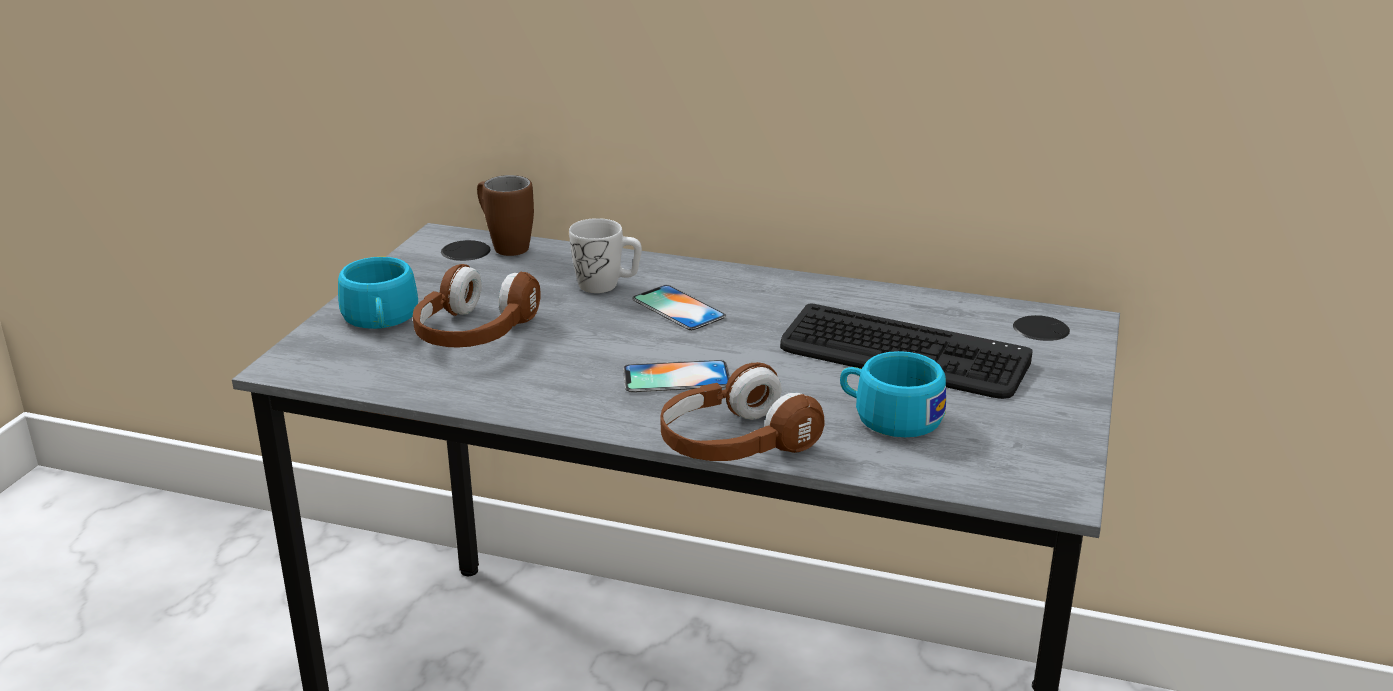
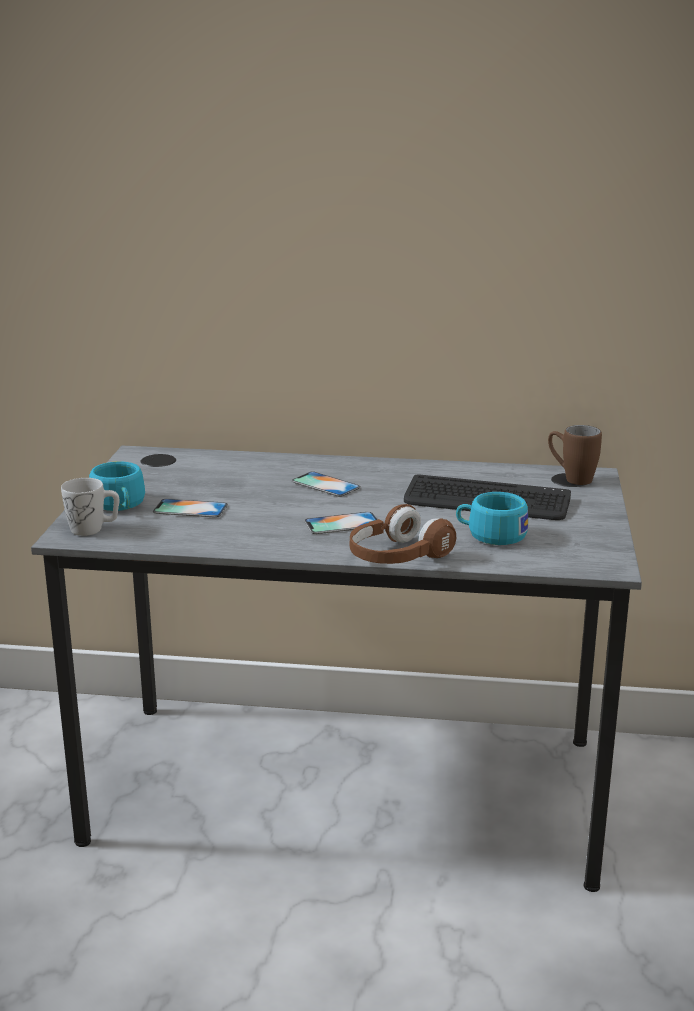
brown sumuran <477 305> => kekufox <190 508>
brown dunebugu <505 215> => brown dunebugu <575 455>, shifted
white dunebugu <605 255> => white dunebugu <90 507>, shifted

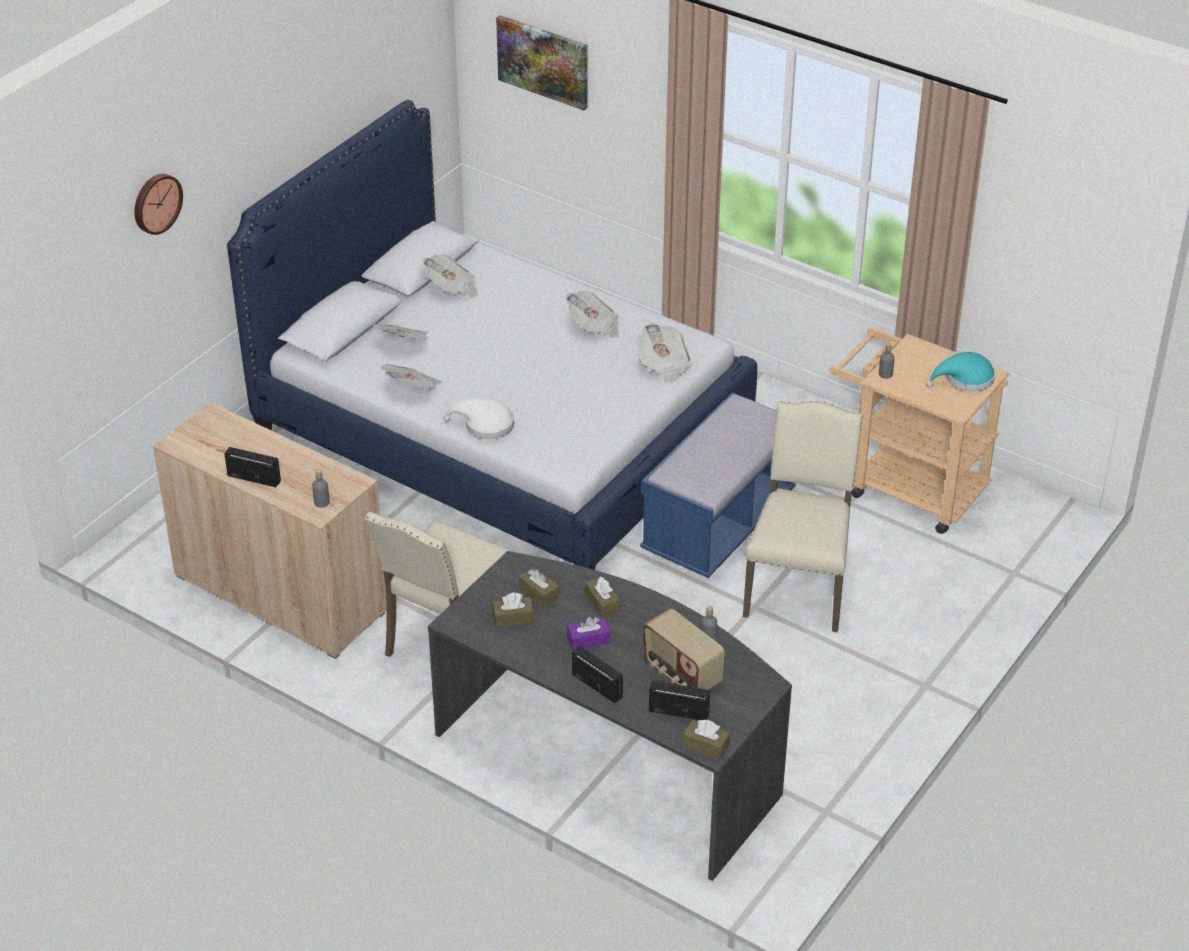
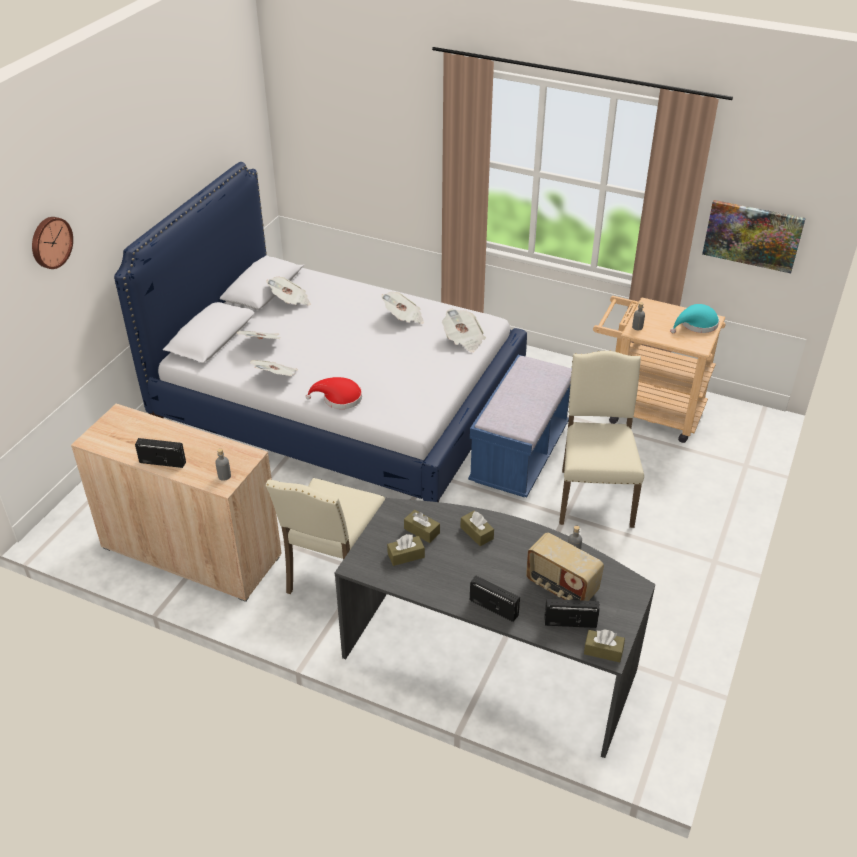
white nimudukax <478 418> => red nimudukax <333 393>
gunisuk <542 62> => gunisuk <754 236>, shifted
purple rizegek <588 634> => nothing

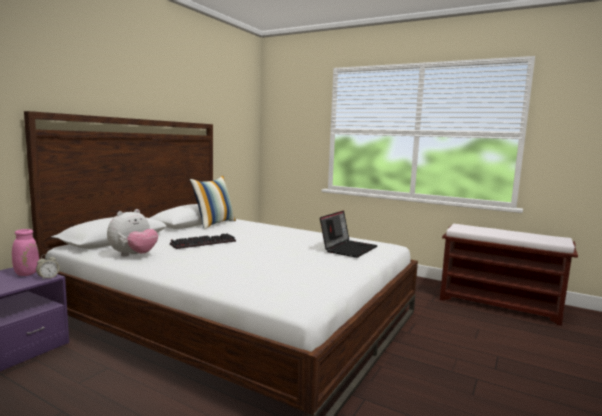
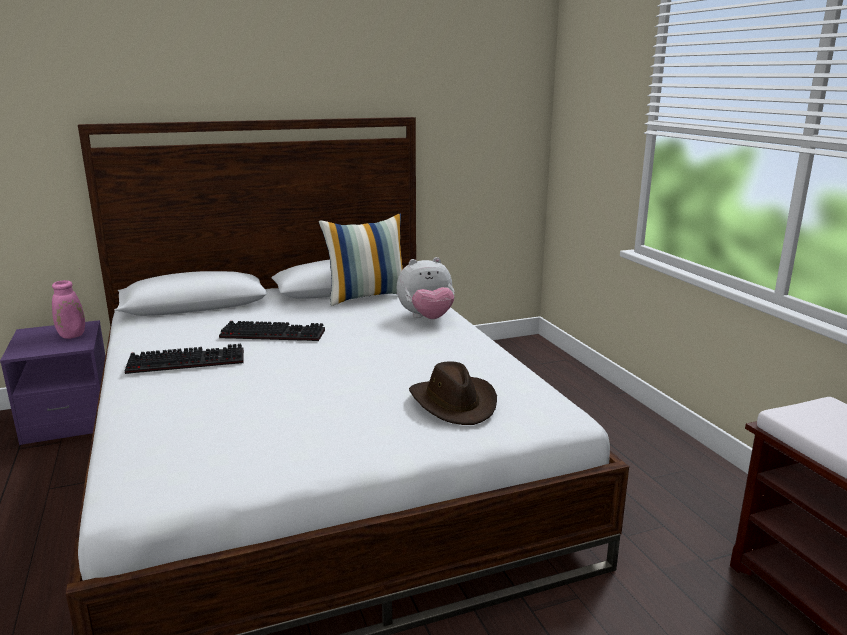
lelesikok <47 266> => nothing
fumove <132 232> => fumove <425 288>, shifted
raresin <349 234> => brown nimudukax <453 393>
nothing => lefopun <184 359>

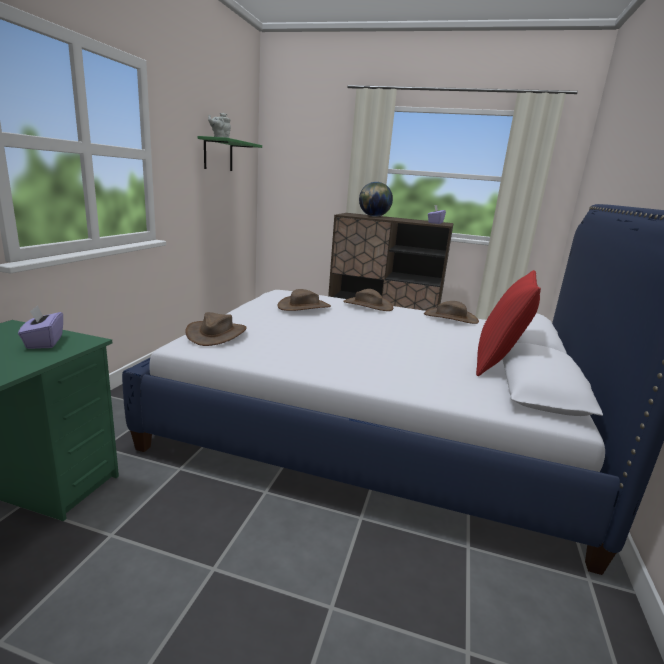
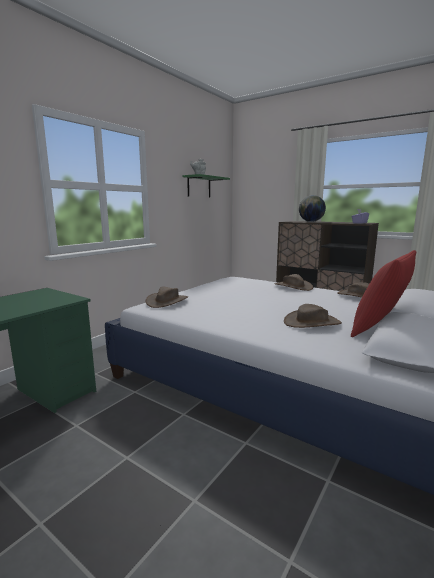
purple rizegek <40 327> => nothing
brown nimudukax <304 300> => brown nimudukax <313 316>, shifted

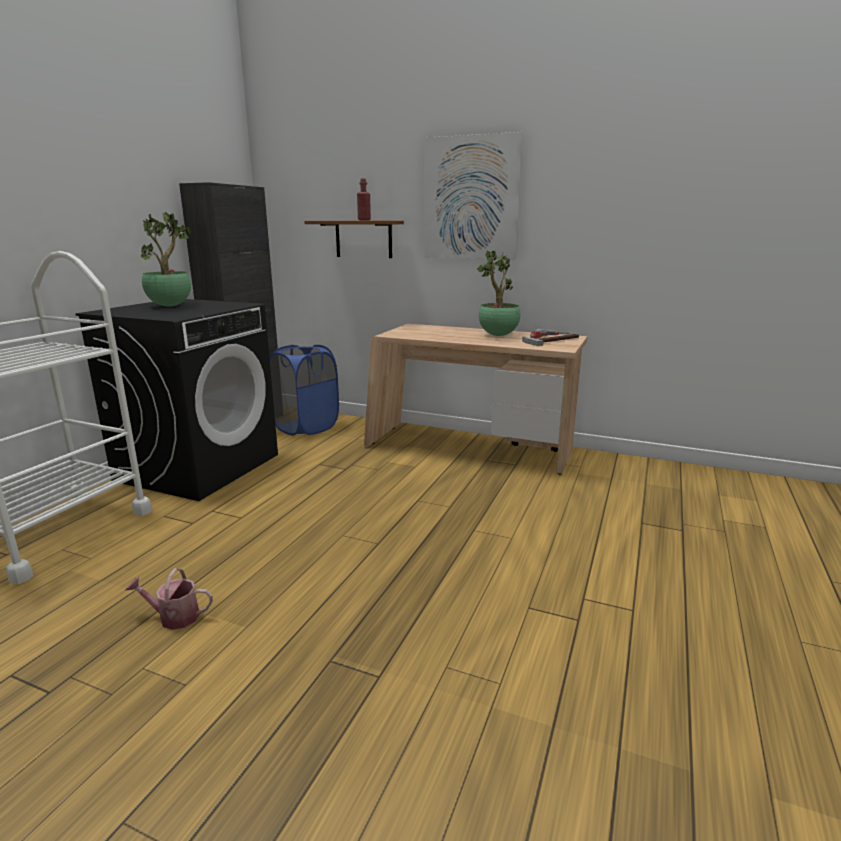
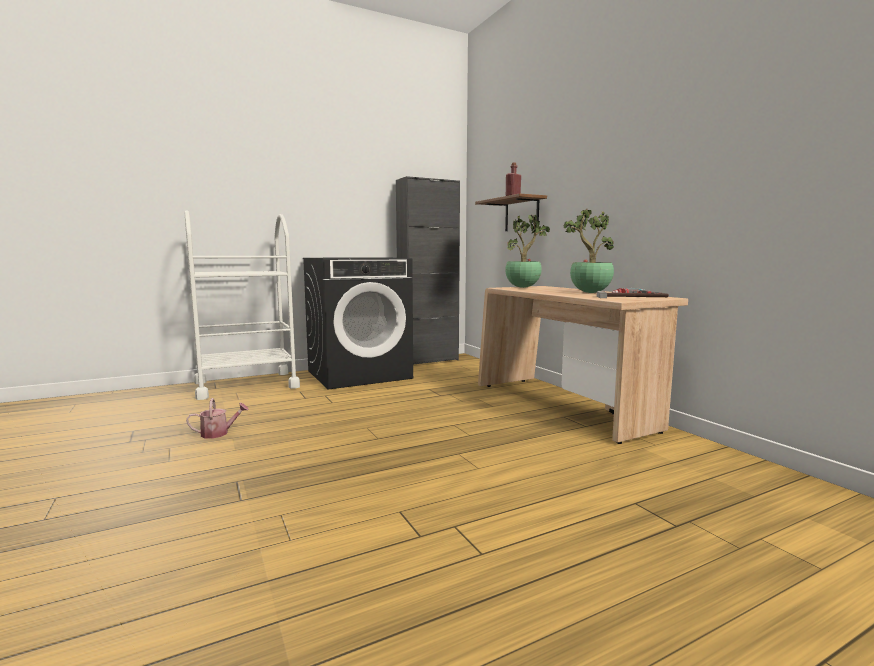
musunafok <169 599> => musunafok <217 418>, 120 degrees clockwise
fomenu <166 259> => fomenu <527 251>, shifted
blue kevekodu <304 390> => nothing
gunisuk <473 195> => nothing

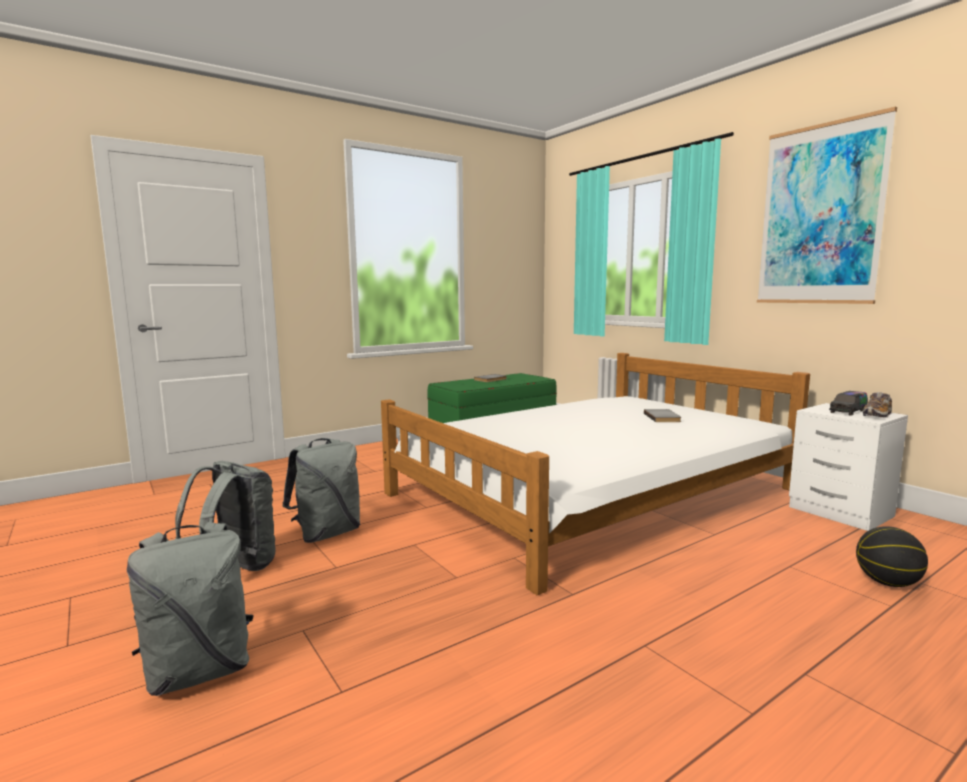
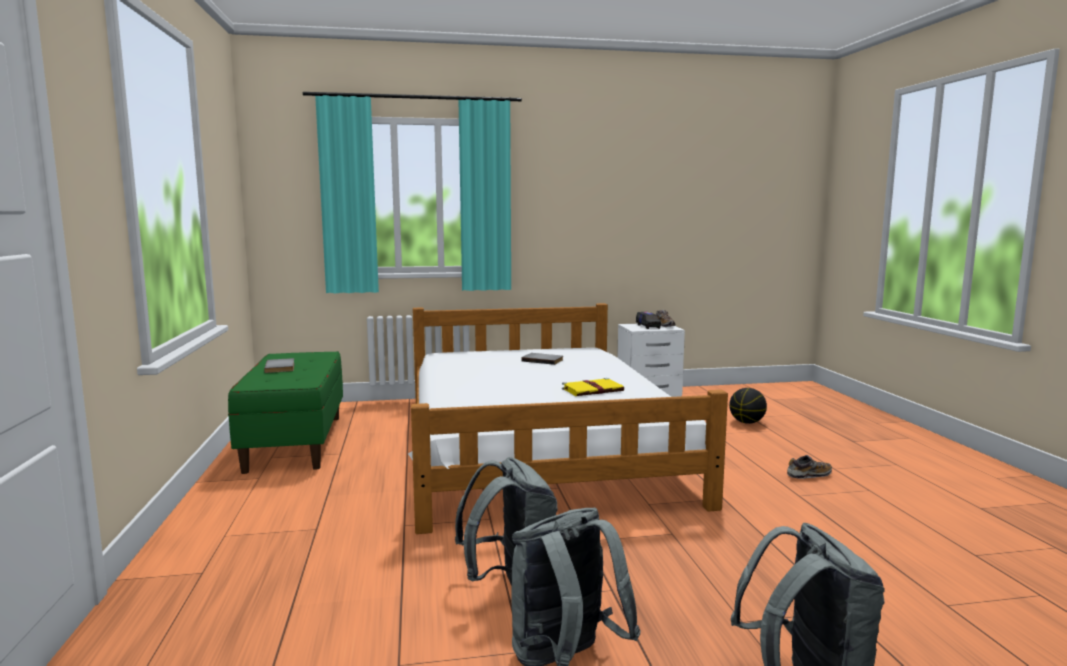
gunisuk <827 205> => nothing
nothing => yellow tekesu <593 387>
nothing => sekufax <809 467>

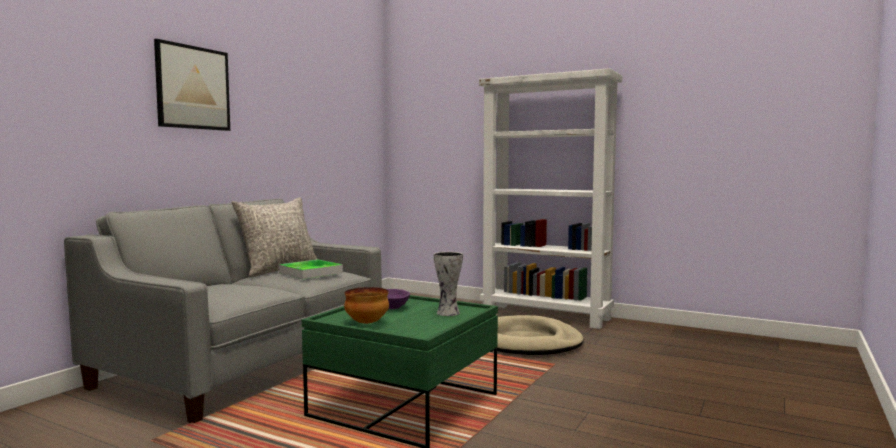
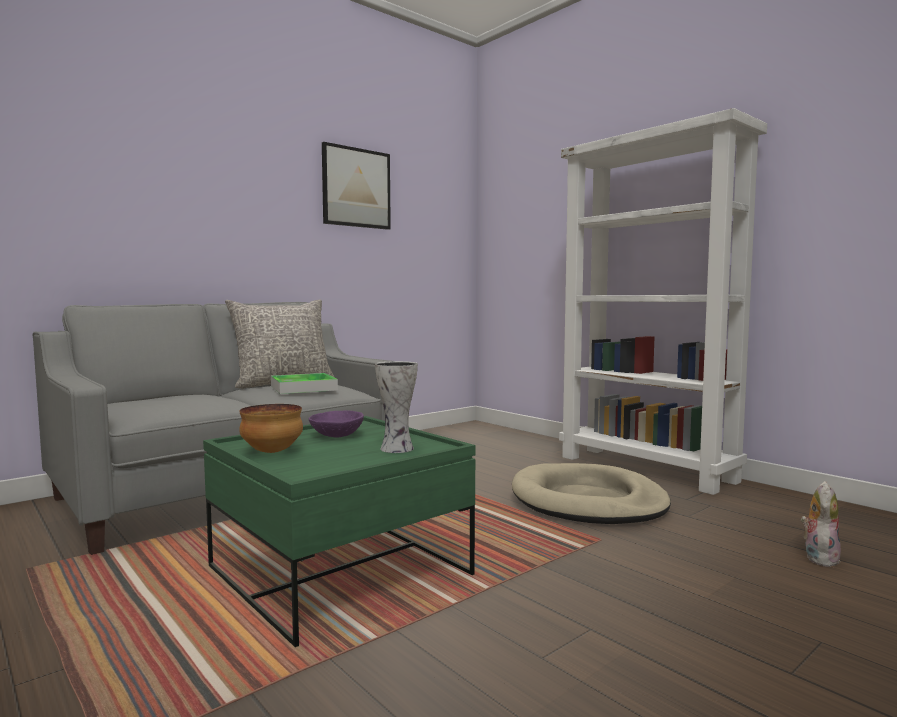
gunisuk <192 85> => gunisuk <356 186>, shifted
nothing => fumove <821 524>

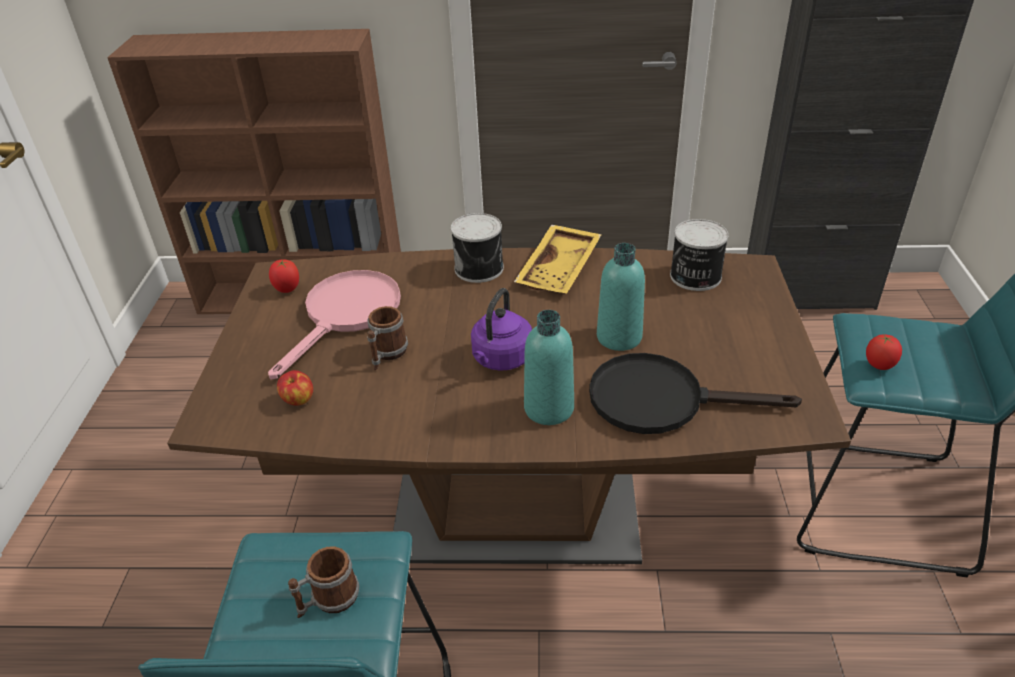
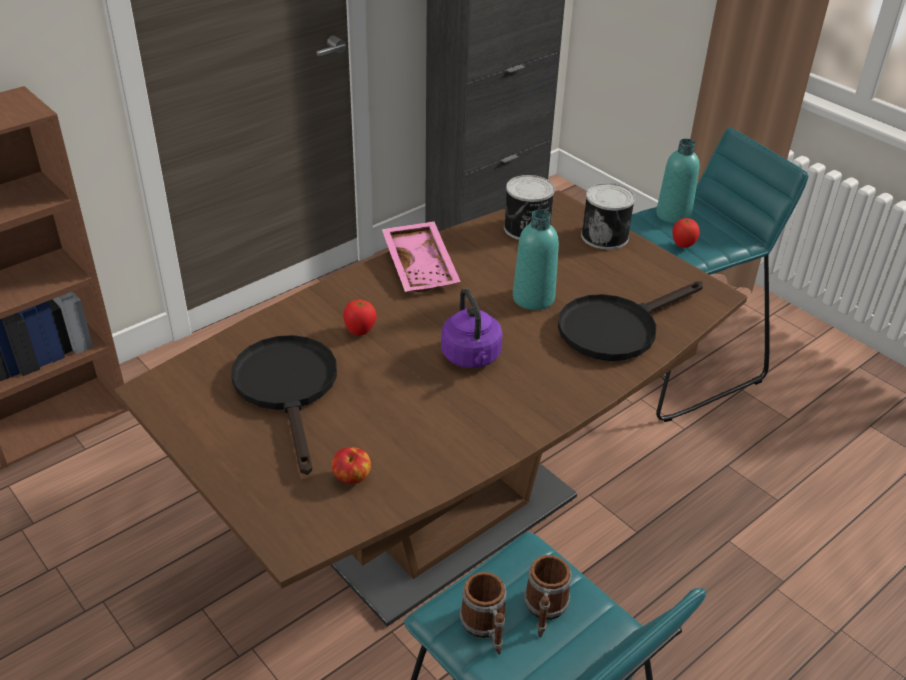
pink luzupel <334 325> => black luzupel <284 405>
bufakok <284 276> => bufakok <360 318>, shifted
dunebugu <387 338> => dunebugu <483 613>, shifted
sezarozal <477 248> => sezarozal <608 216>, shifted
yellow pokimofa <558 259> => pink pokimofa <421 256>
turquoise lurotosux <549 367> => turquoise lurotosux <677 181>, shifted

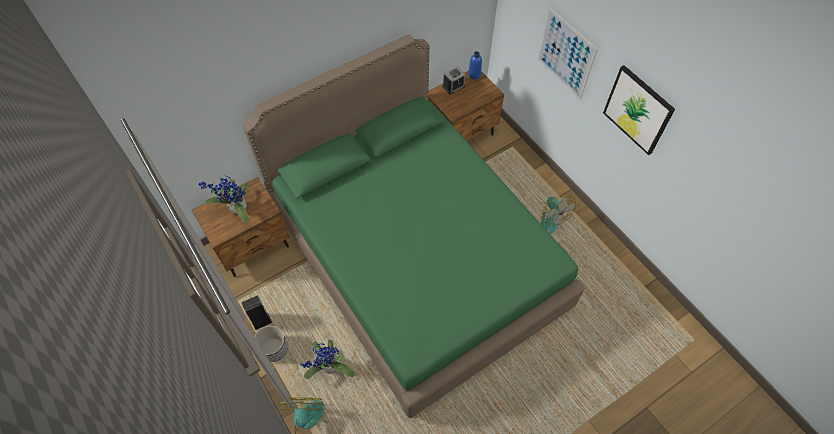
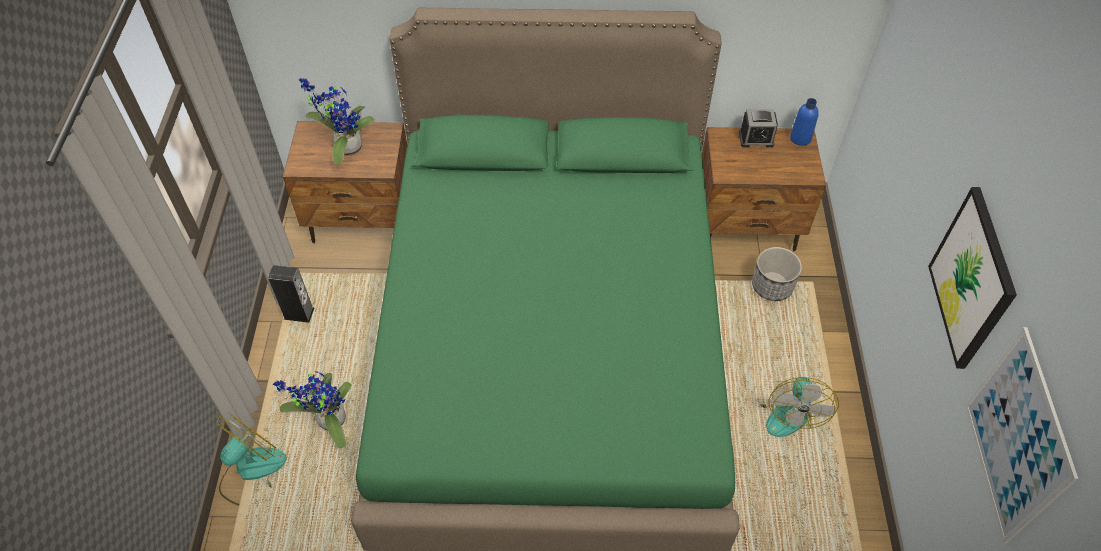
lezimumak <271 343> => lezimumak <777 274>, shifted
gunisuk <567 54> => gunisuk <1021 435>, shifted

